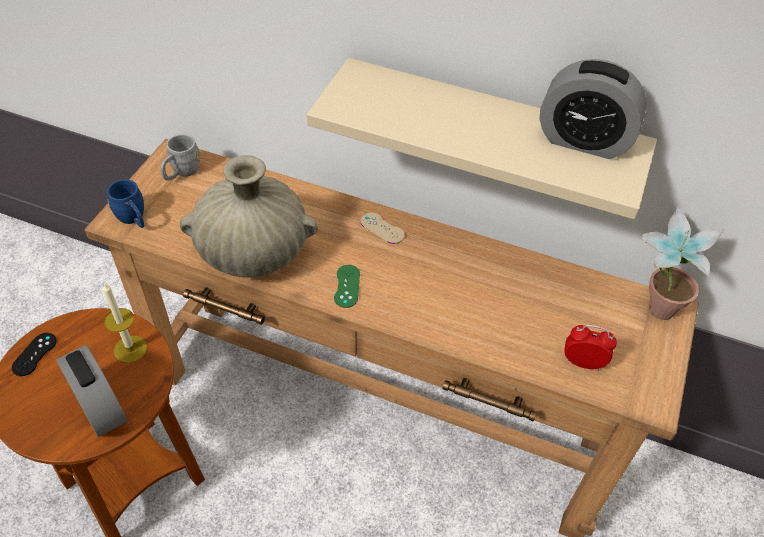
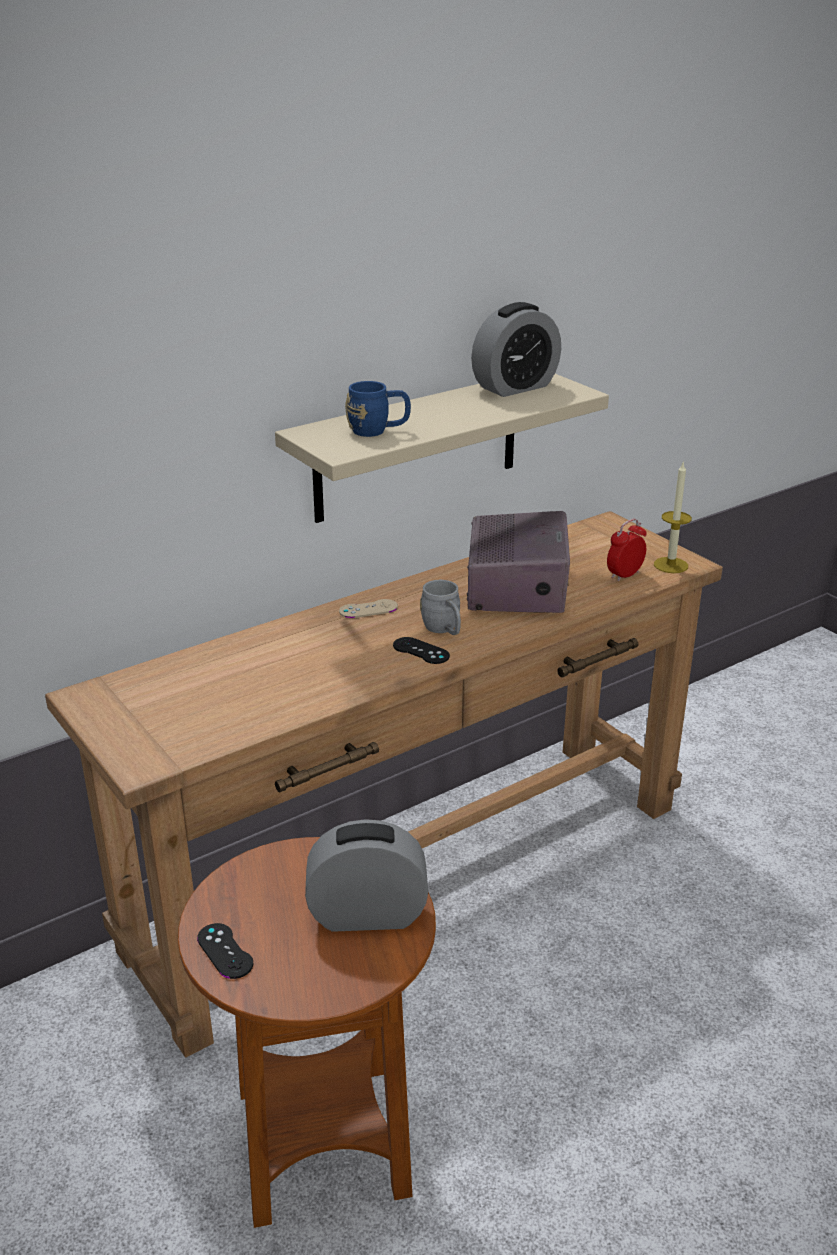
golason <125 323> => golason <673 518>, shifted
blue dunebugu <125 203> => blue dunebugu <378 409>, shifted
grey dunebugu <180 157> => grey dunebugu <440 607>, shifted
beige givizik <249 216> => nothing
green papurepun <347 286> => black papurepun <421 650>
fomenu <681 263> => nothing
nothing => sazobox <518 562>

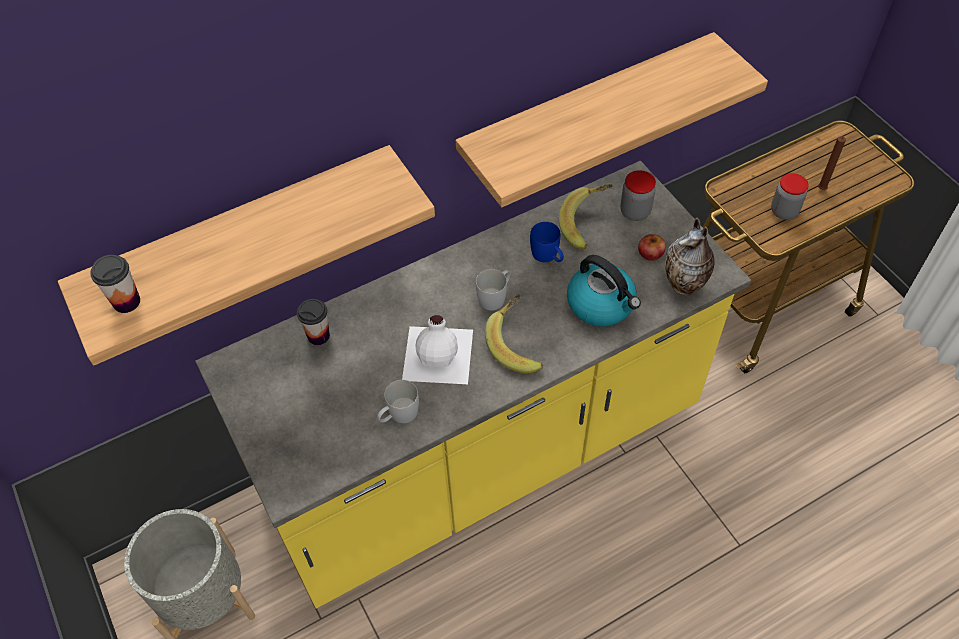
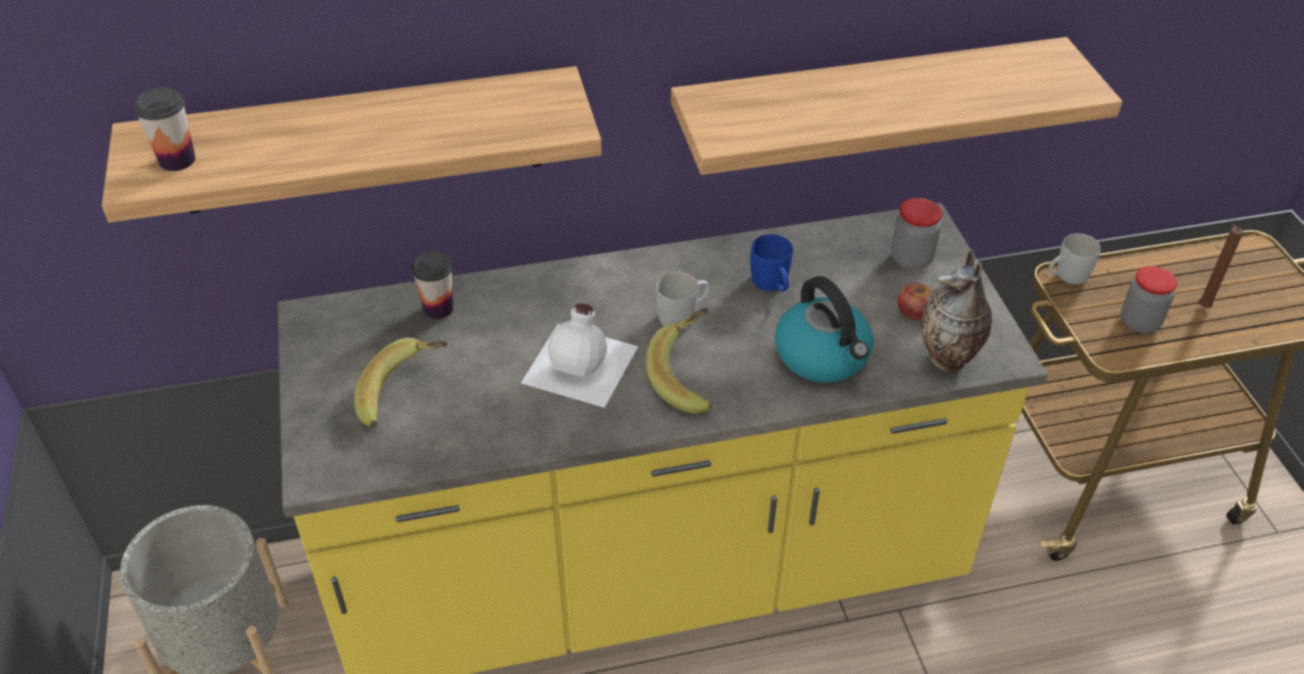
white dunebugu <398 401> => white dunebugu <1075 258>, shifted
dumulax <586 216> => dumulax <401 383>, shifted

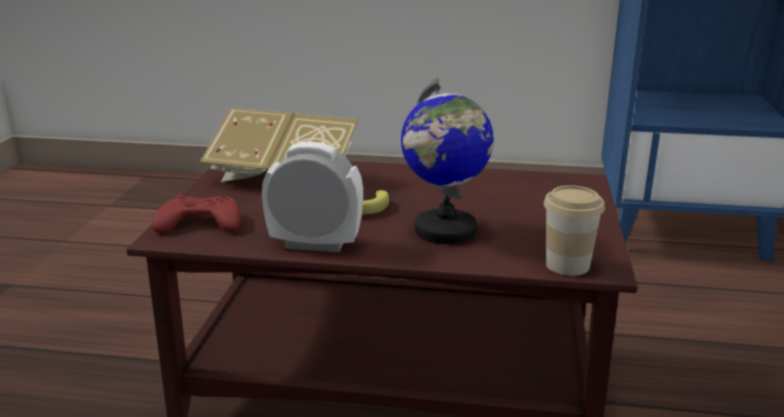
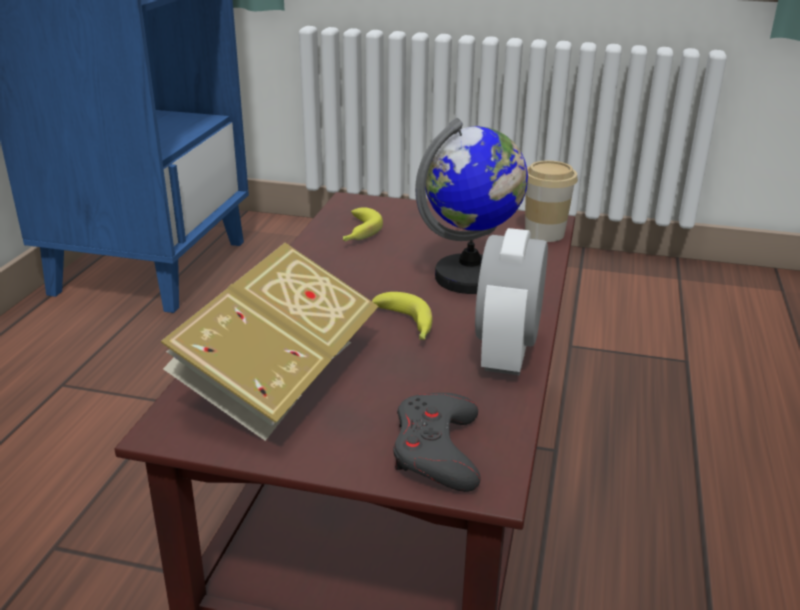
red papurepun <196 213> => grey papurepun <437 442>
nothing => dumulax <363 224>

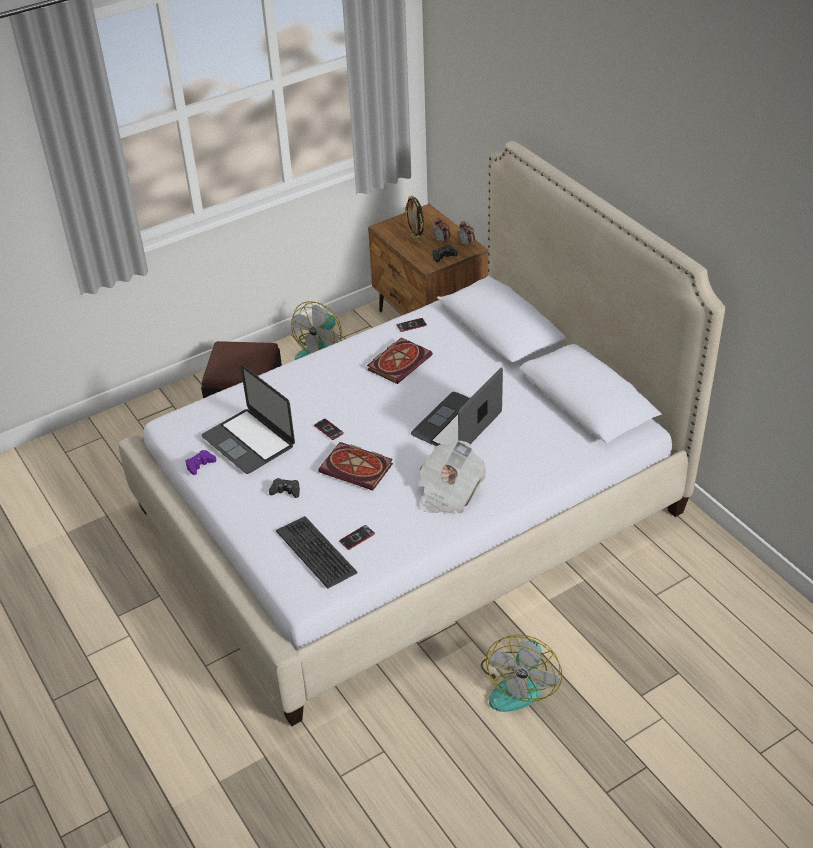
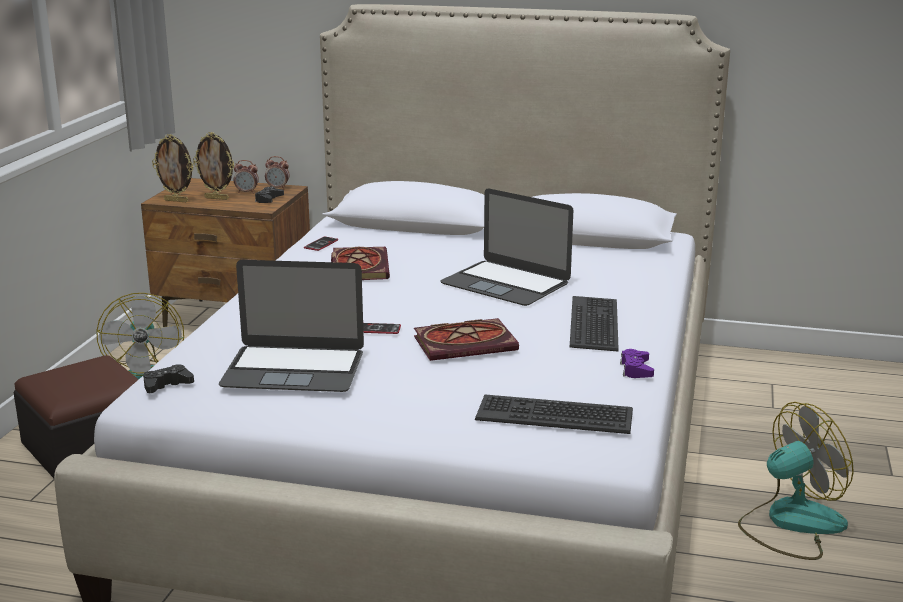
purple papurepun <201 462> => purple papurepun <637 363>, shifted
black papurepun <284 488> => black papurepun <168 378>, shifted
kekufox <357 537> => nothing
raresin <457 407> => raresin <507 247>, 45 degrees counterclockwise
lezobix <452 477> => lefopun <594 324>
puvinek <522 673> => puvinek <796 481>, 90 degrees counterclockwise
nothing => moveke <172 168>

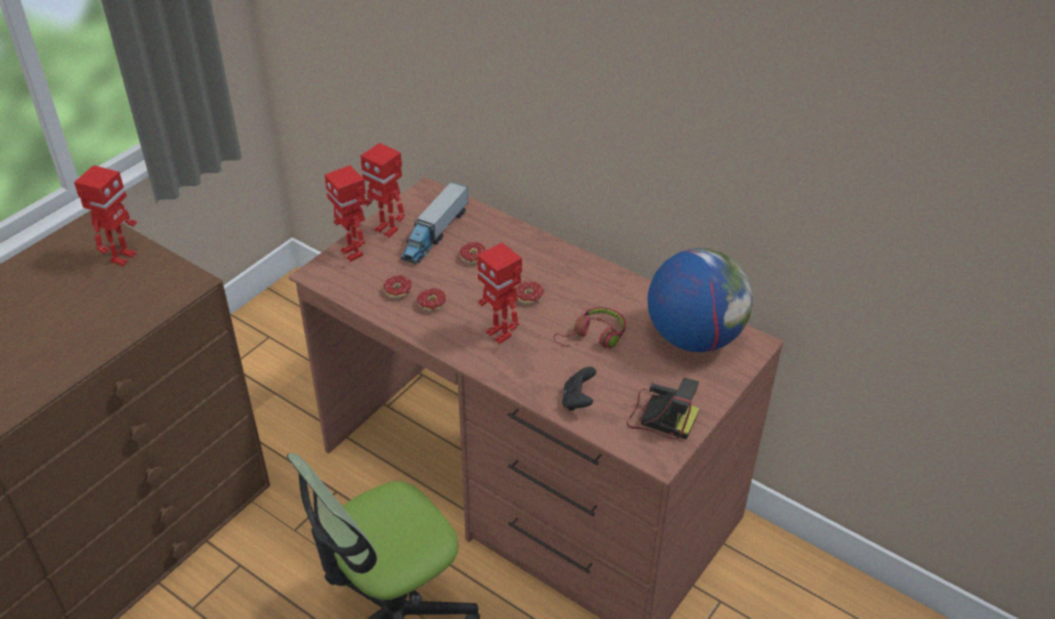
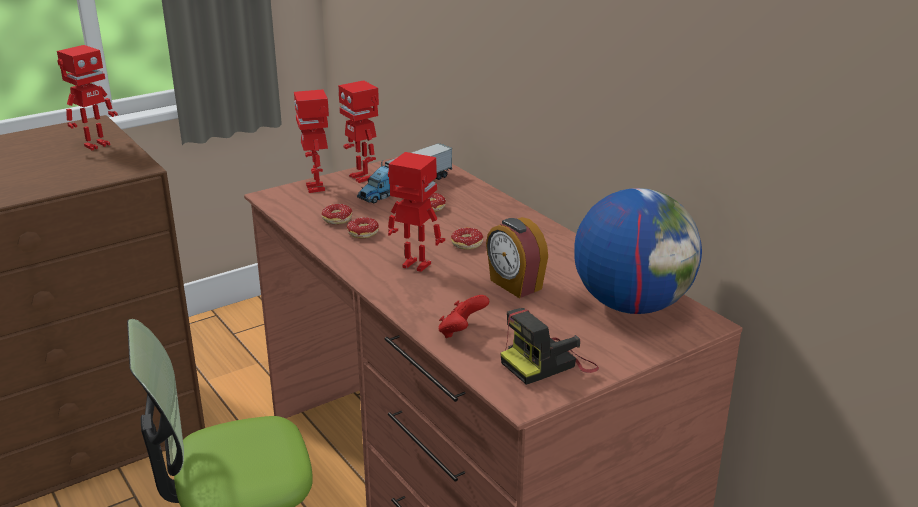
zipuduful <499 293> => zipuduful <416 212>, 135 degrees clockwise
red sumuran <589 327> => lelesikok <517 257>
black papurepun <579 389> => red papurepun <463 316>
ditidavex <663 408> => ditidavex <549 346>, 105 degrees clockwise

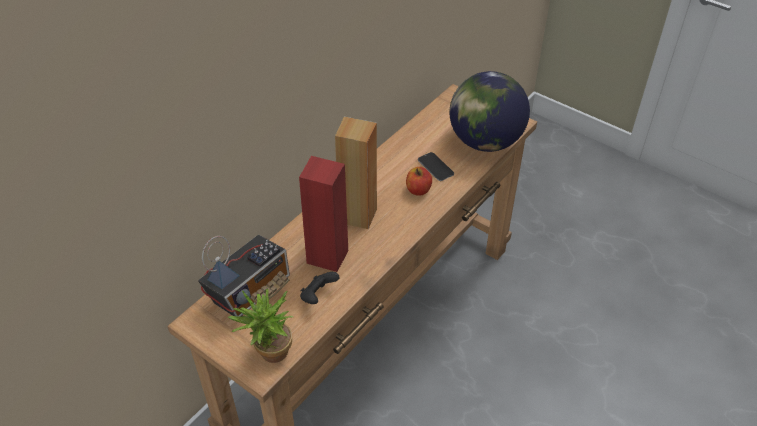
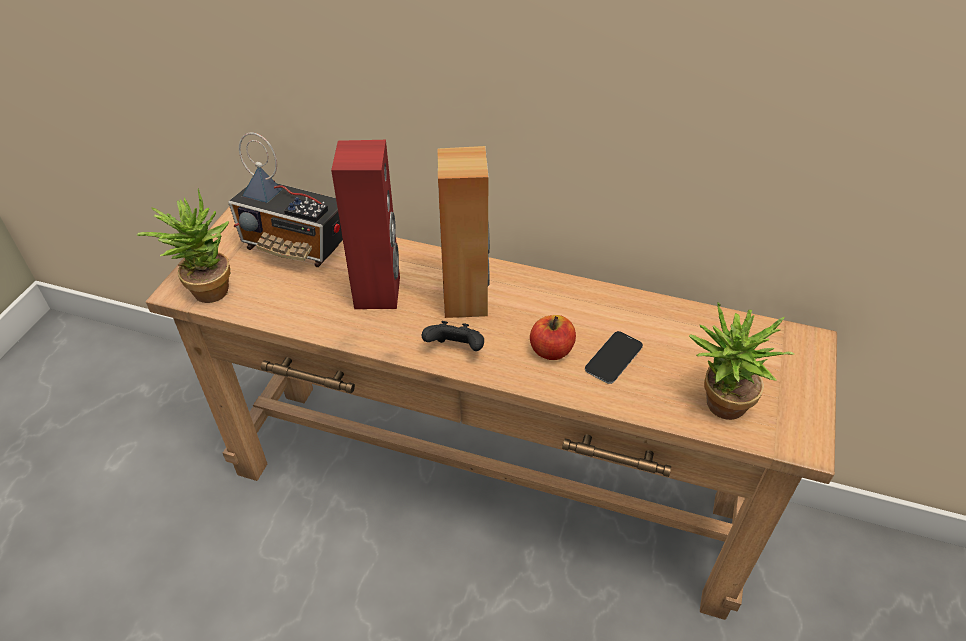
black papurepun <319 288> => black papurepun <453 336>, shifted
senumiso <490 111> => fomenu <741 361>

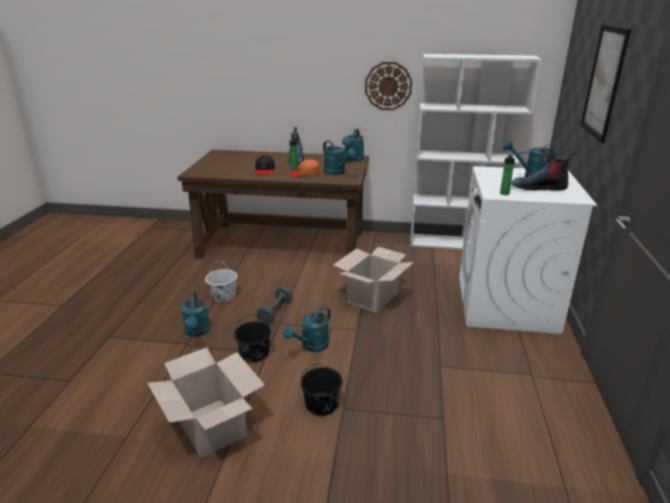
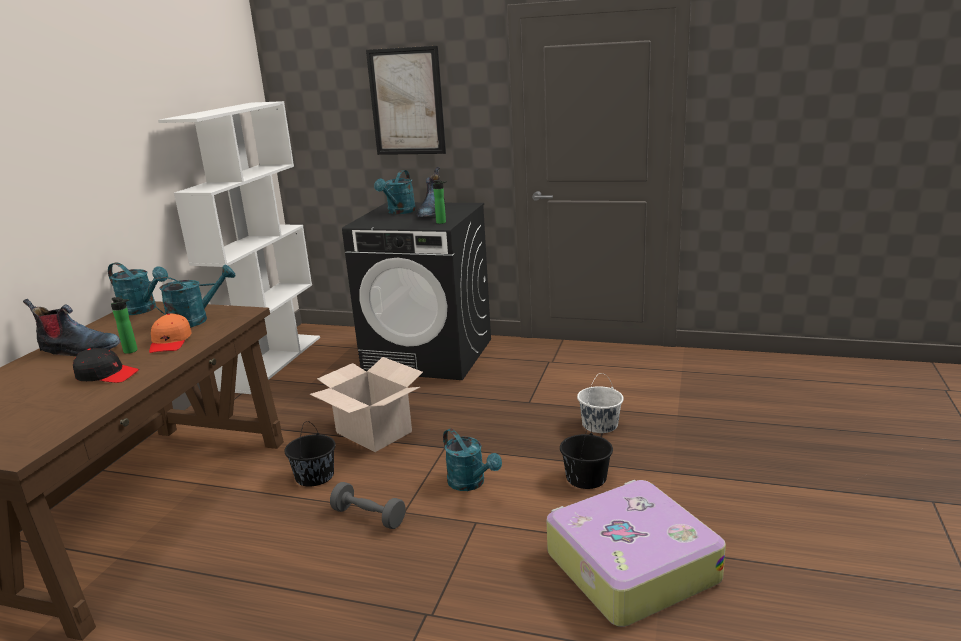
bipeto <206 402> => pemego <636 553>
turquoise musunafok <195 314> => nothing
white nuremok <221 281> => white nuremok <600 403>, shifted
black nuremok <252 338> => black nuremok <310 453>, shifted
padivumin <388 86> => nothing
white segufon <528 250> => black segufon <416 291>

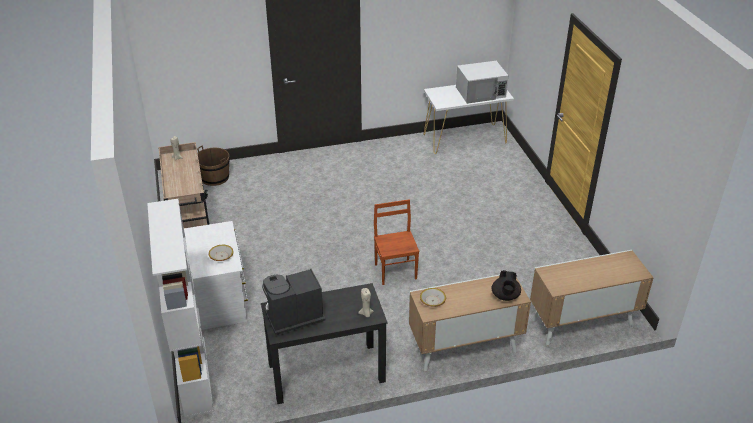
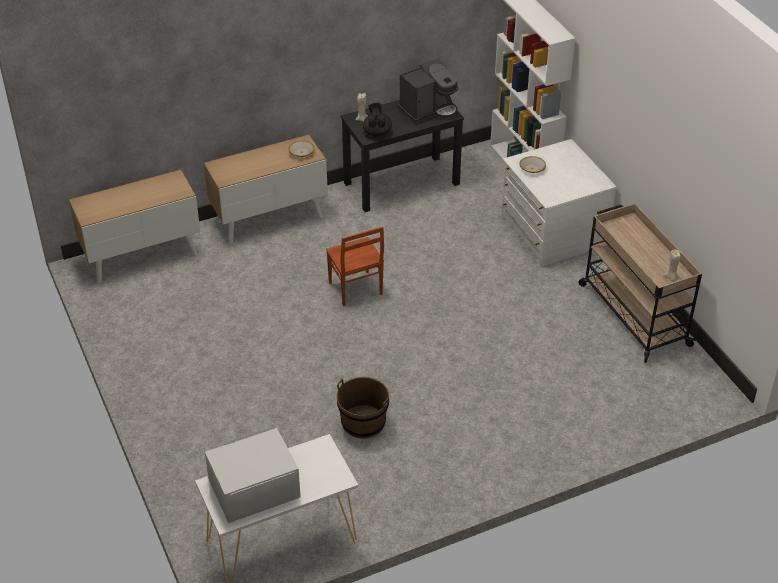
brown nuremok <213 166> => brown nuremok <363 408>, shifted
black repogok <506 285> => black repogok <377 120>, shifted

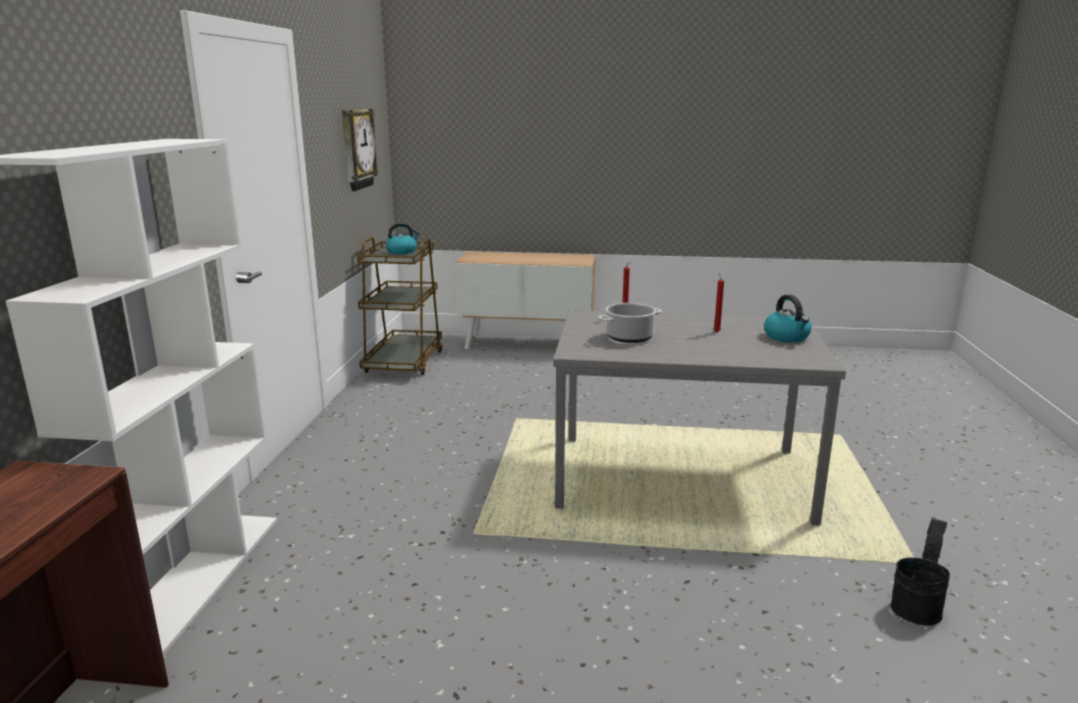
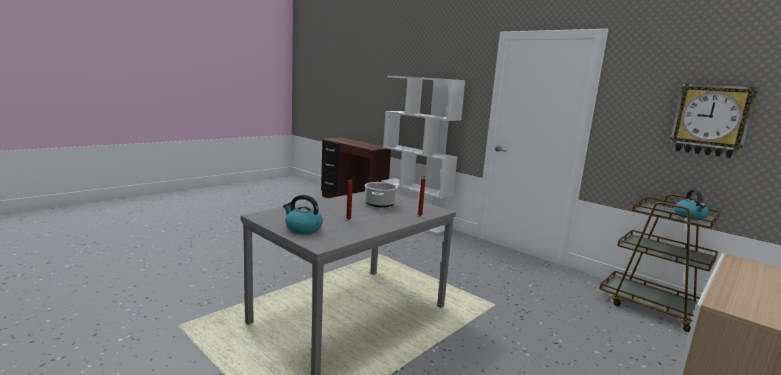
black nuremok <920 571> => nothing

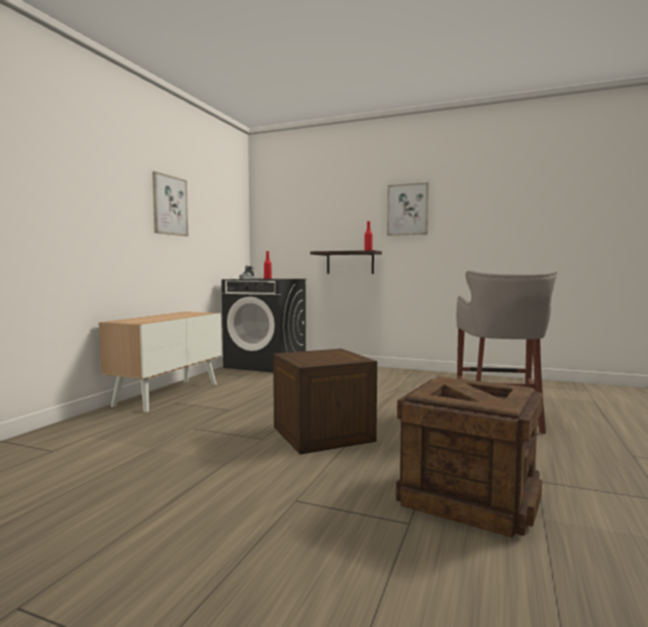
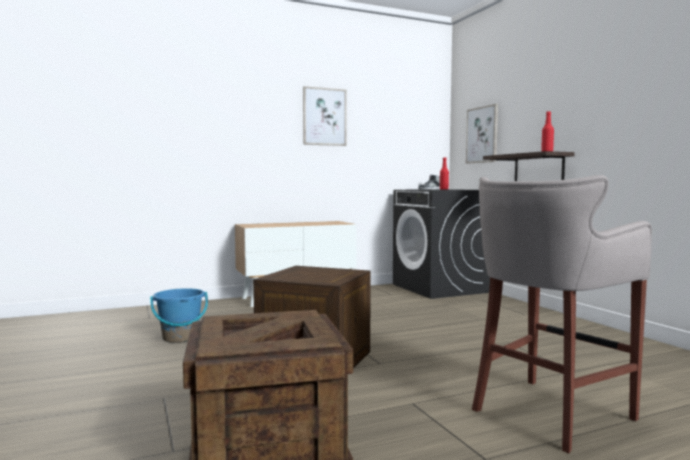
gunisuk <408 209> => gunisuk <482 134>, shifted
nothing => blue nuremok <179 315>

